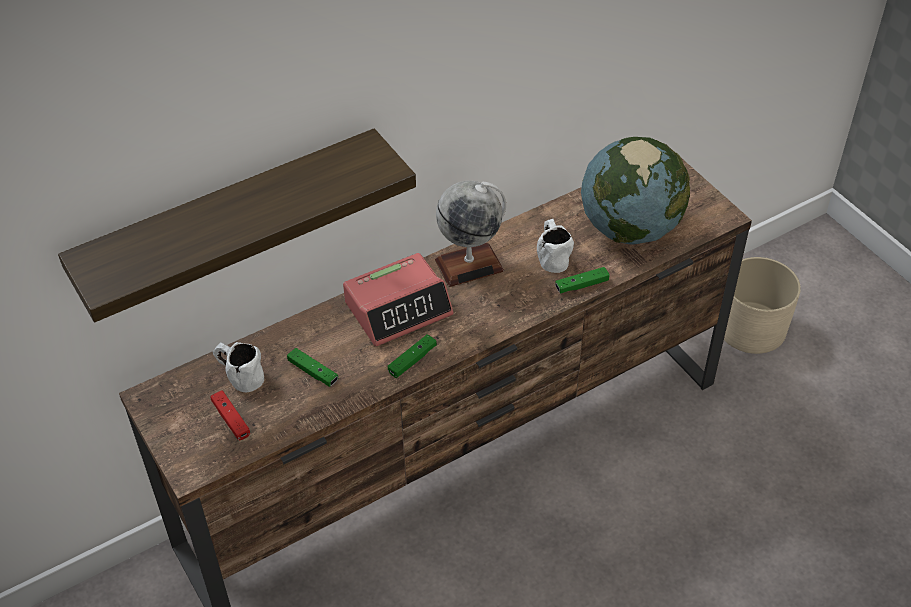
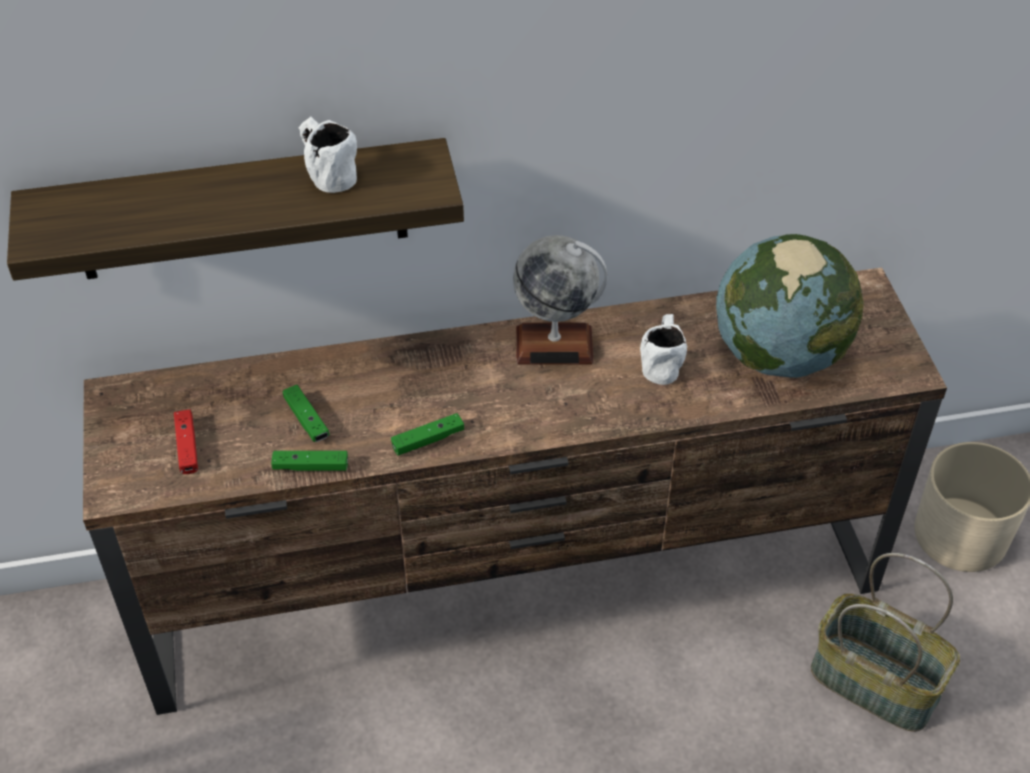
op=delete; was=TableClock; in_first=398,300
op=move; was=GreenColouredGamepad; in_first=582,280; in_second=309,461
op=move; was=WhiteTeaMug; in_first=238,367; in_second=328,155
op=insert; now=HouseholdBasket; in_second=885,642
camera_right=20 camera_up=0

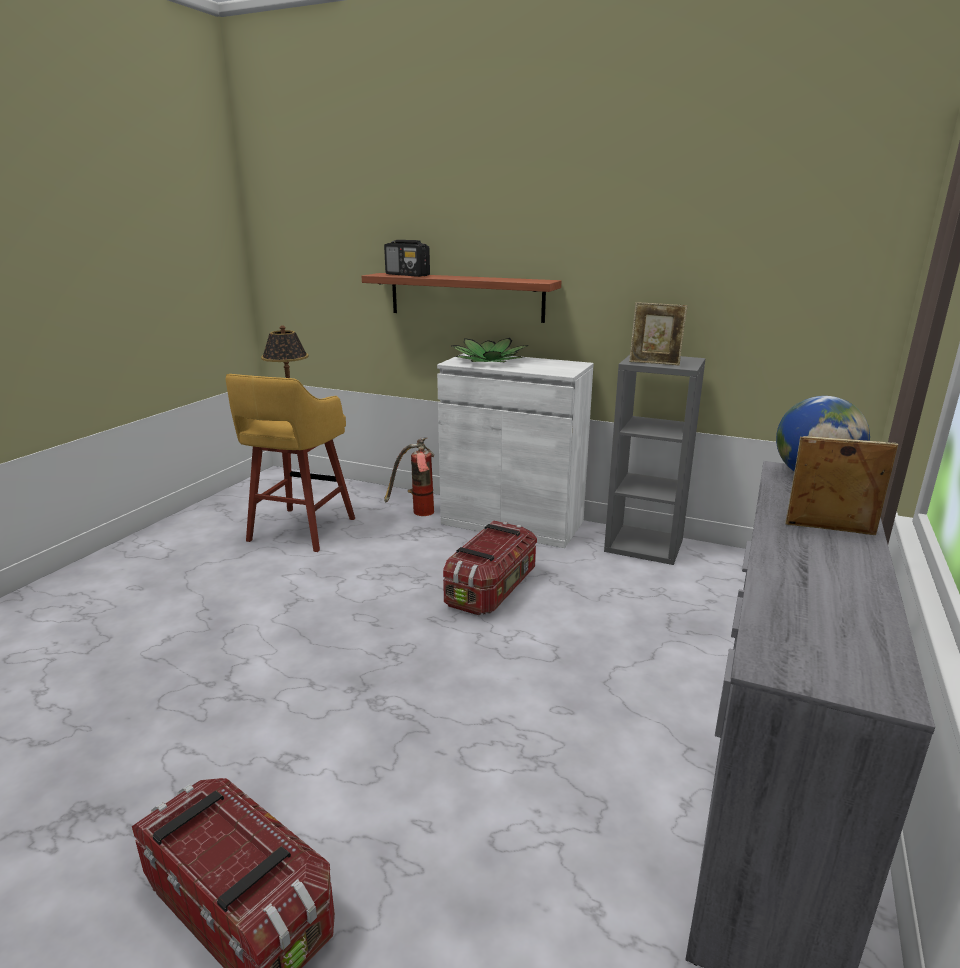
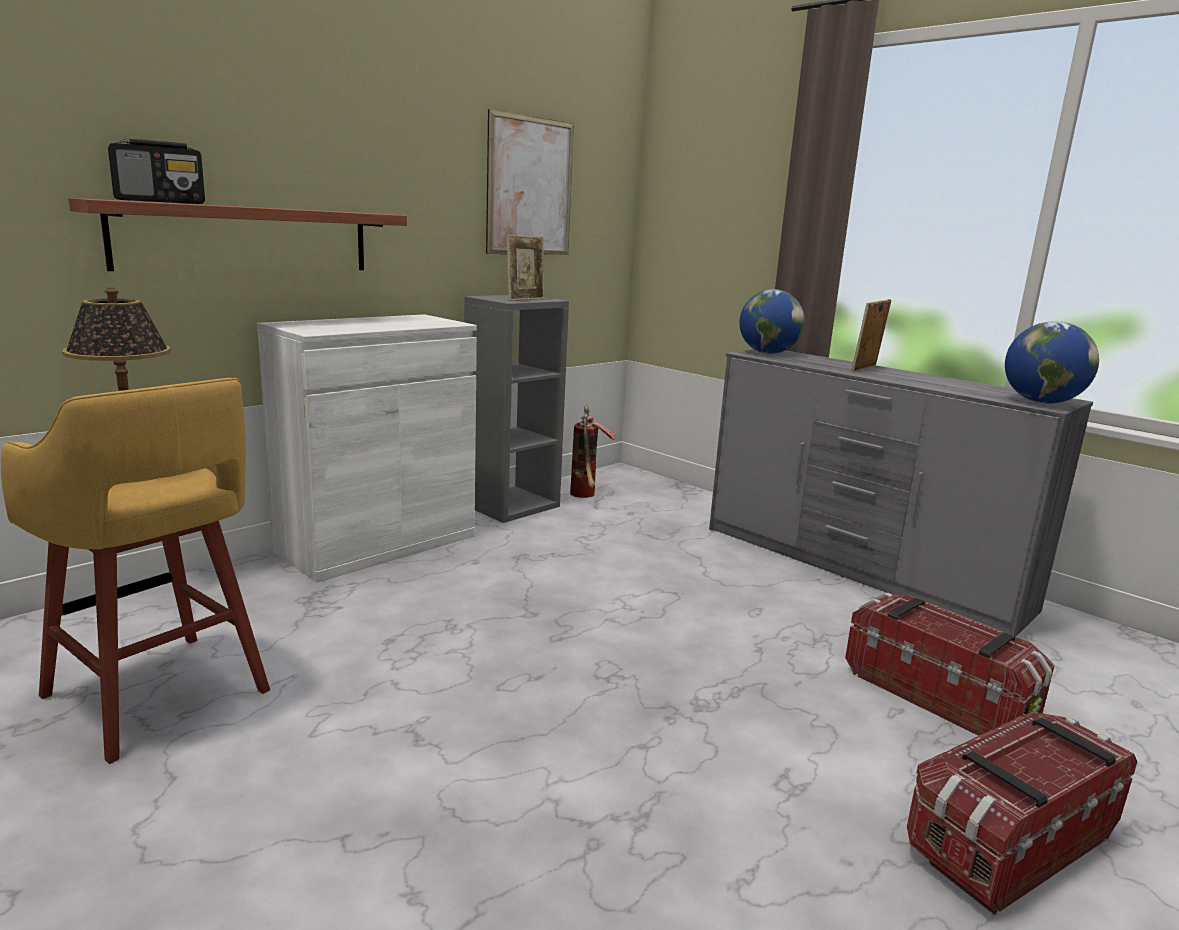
op=delete; was=PlantInAPot; in_first=489,350
op=move; was=Extinguisher; in_first=409,476; in_second=593,452
op=move; was=StorageBin; in_first=490,568; in_second=950,664
op=insert; now=Picture; in_second=530,182
op=insert; now=DeskGlobe; in_second=1052,362
camera_right=-70 camera_up=-5

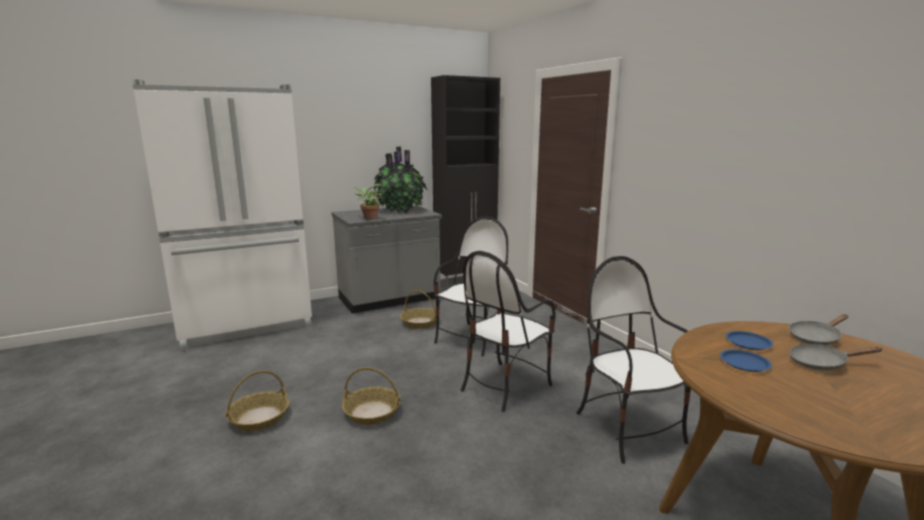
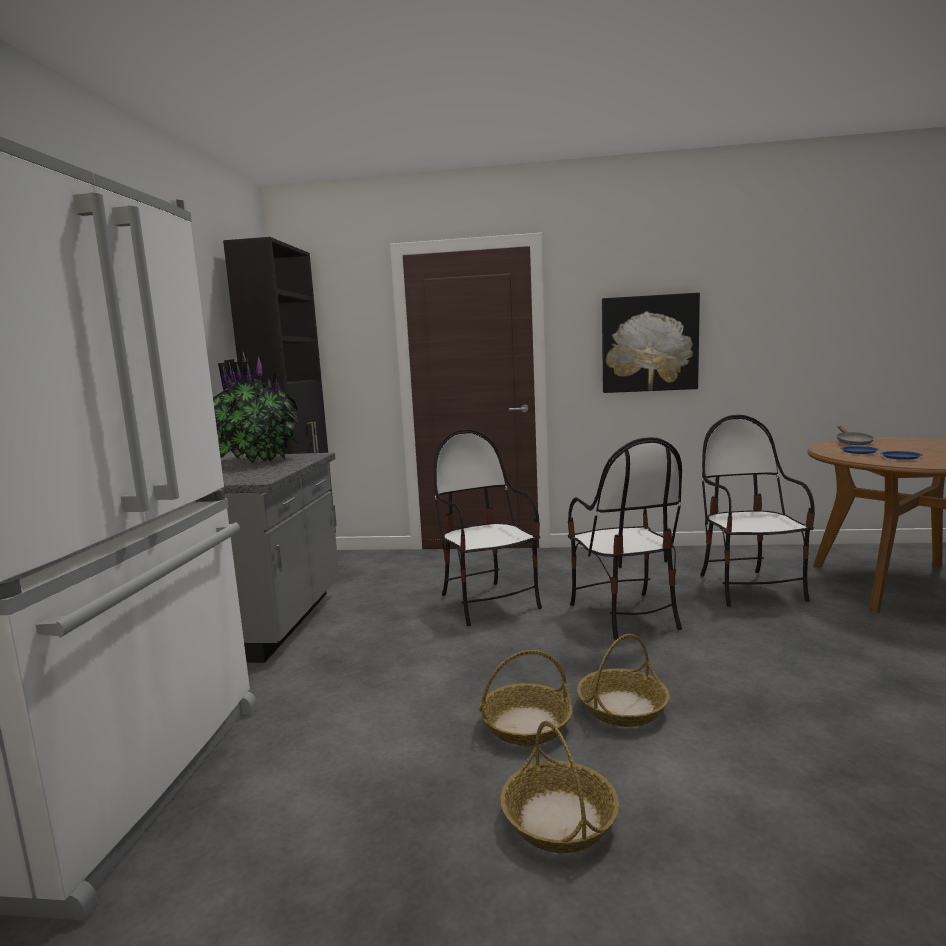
op=delete; was=PlantInAPot; in_first=369,202
op=rotate; was=Chair; in_first=633,360; in_second=757,511; clockwise=75
op=move; was=HouseholdBasket; in_first=420,309; in_second=526,698
op=delete; was=GreyishSkillet; in_first=836,357
op=insert; now=Picture; in_second=651,343
camera_right=-55 camera_up=-5

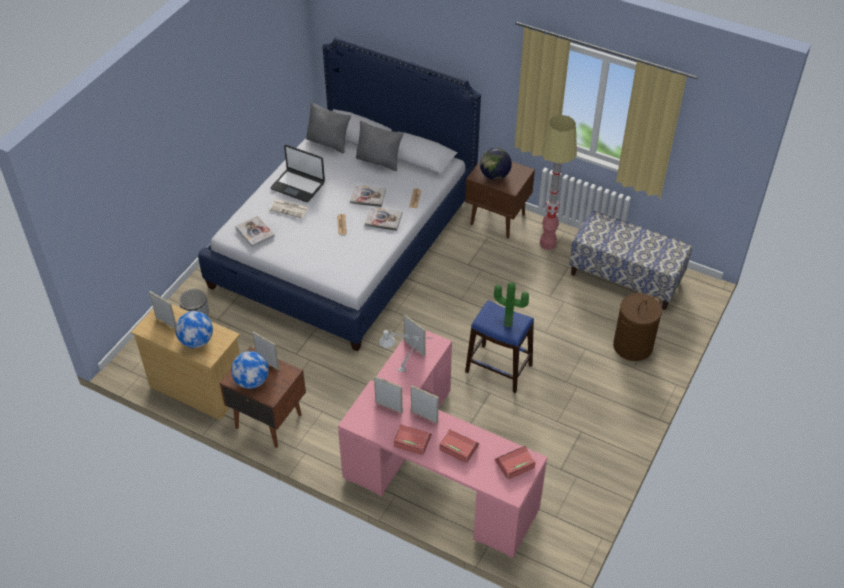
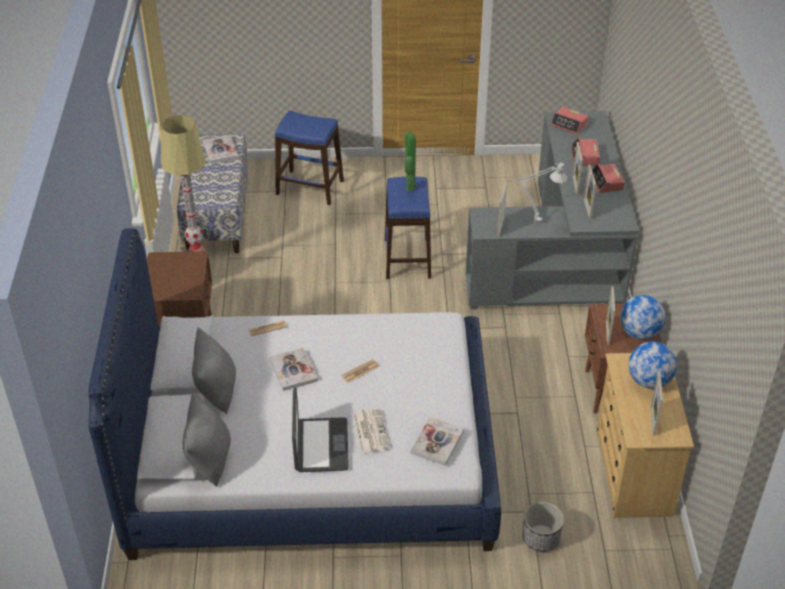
op=delete; was=DeskGlobe; in_first=496,164
op=move; was=Book; in_first=384,218; in_second=220,149
op=replace; was=BrownColouredHamper; now=BlueColouredSittingStool; in_first=637,327; in_second=309,158
op=recolor; was=PinkishDesk; now=GreyishDesk; in_first=442,444; in_second=552,210
camera_right=-120 camera_up=-5

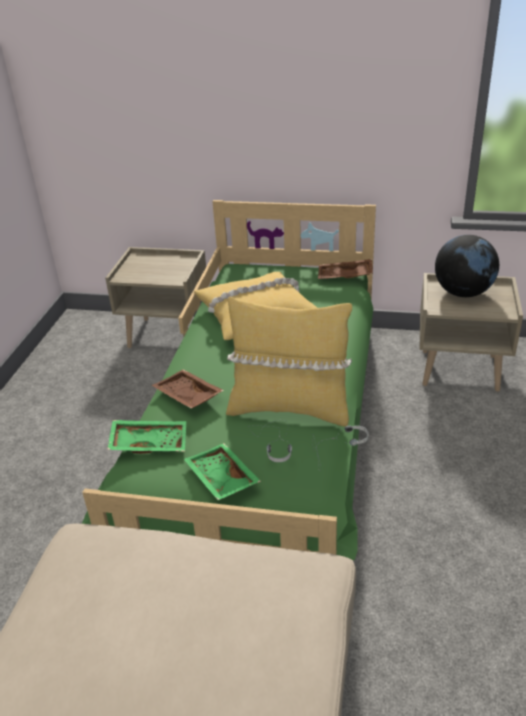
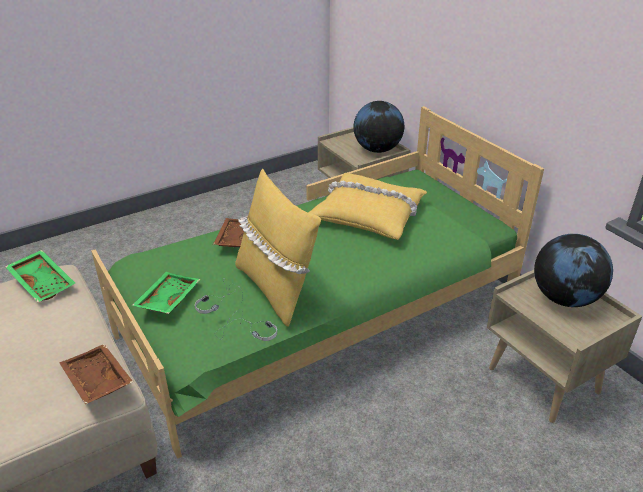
op=move; was=BrownColouredCarryingTray; in_first=345,269; in_second=96,374
op=move; was=GreenColouredCarryingTray; in_first=146,437; in_second=40,276
op=insert; now=DeskGlobe; in_second=378,127
camera_right=45 camera_up=0

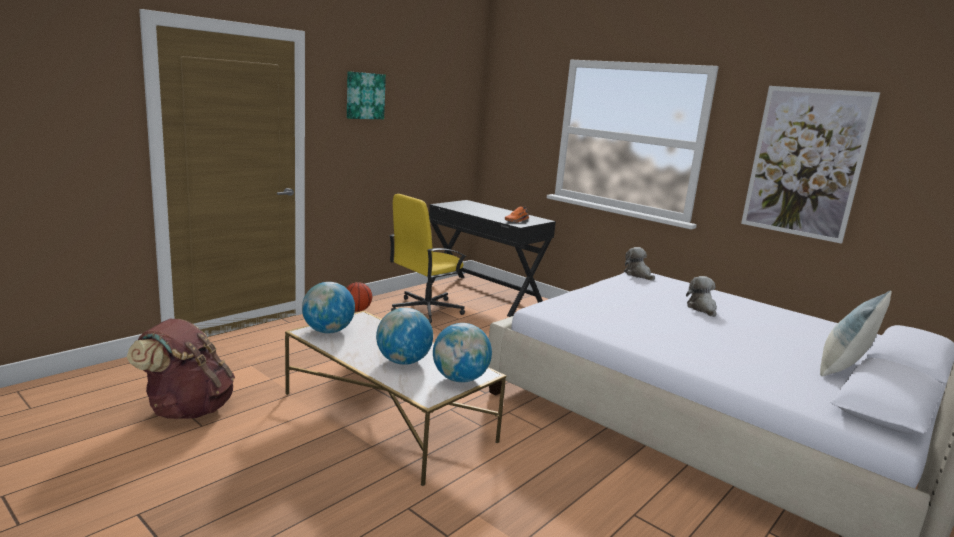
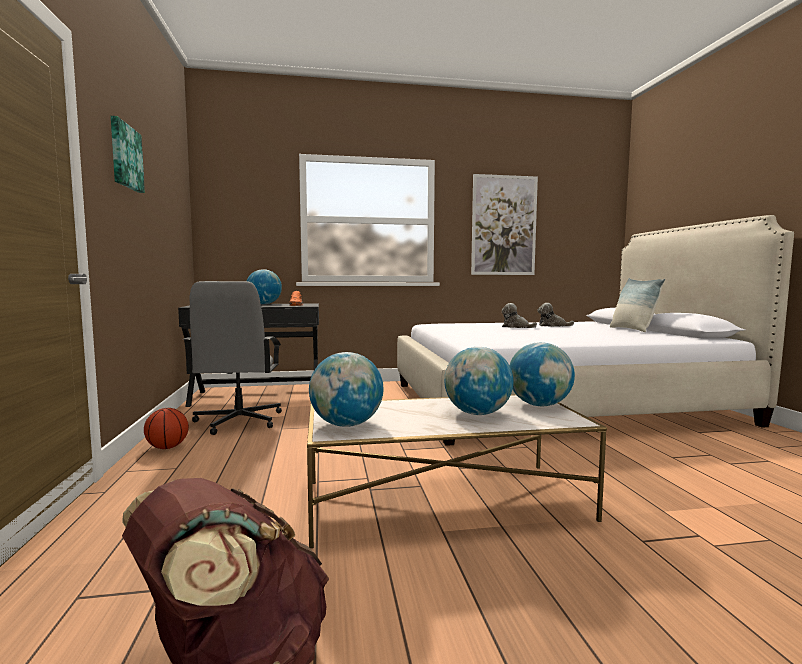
op=recolor; was=YellowColouredComputerChair; now=GreyishComputerChair; in_first=428,258; in_second=232,358
op=move; was=PlushToy; in_first=639,264; in_second=555,315
op=insert; now=DeskGlobe; in_second=264,286
camera_right=-50 camera_up=-10

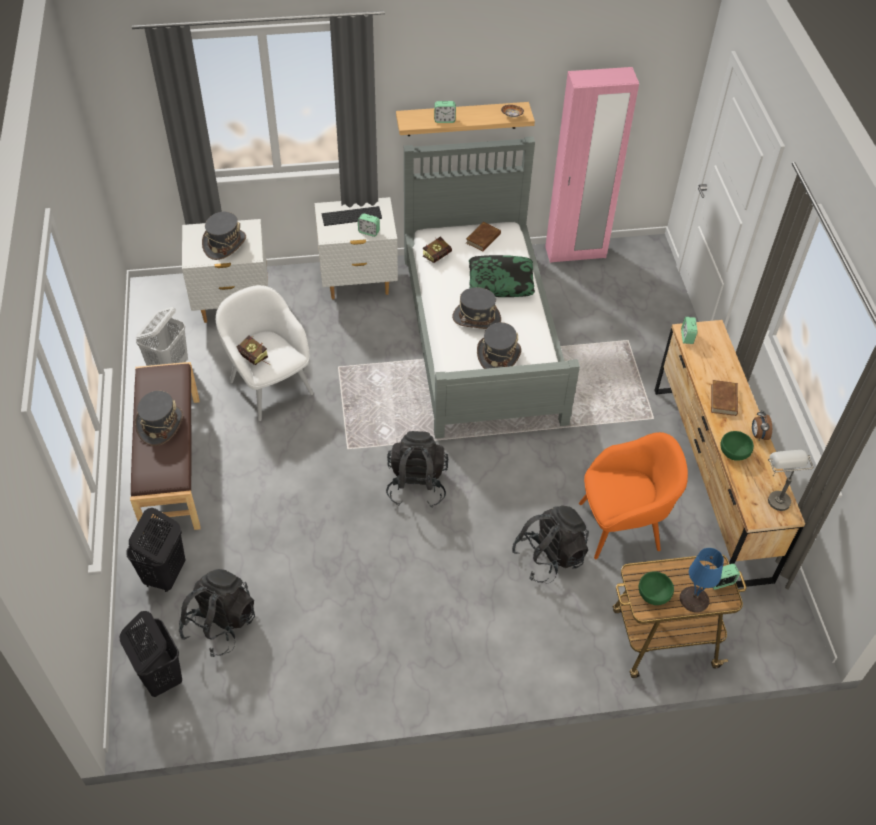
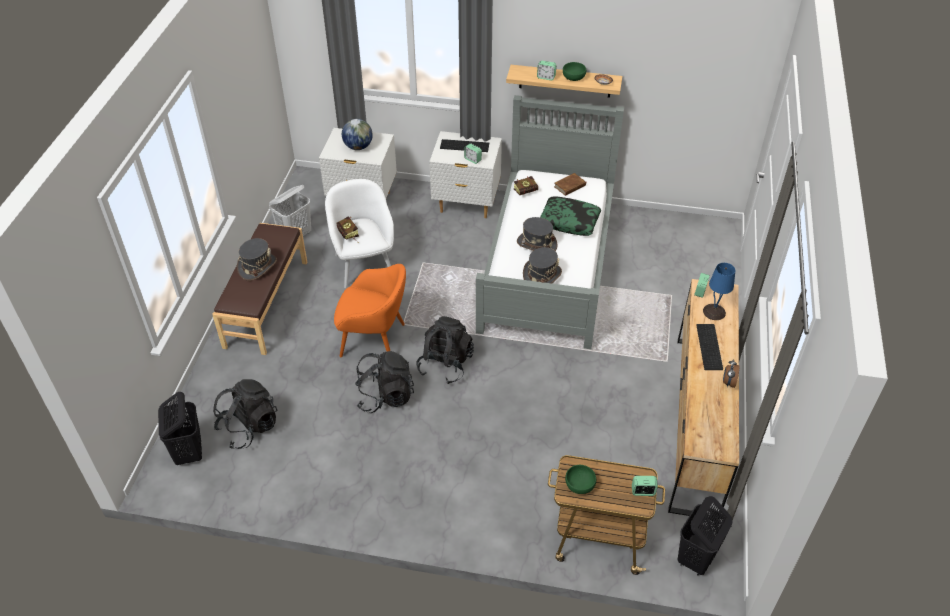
op=delete; was=PinkishClothesCupboard; in_first=592,165
op=replace; was=GreyishHat; now=DeskGlobe; in_first=224,236; in_second=357,134
op=replace; was=BrownColouredBook; now=ComputerKeyboard; in_first=724,398; in_second=709,347
op=move; was=GreenColouredServingBowl; in_first=737,446; in_second=574,71
op=move; was=OrangeArmchair; in_first=633,495; in_second=370,310
op=delete; was=GreyishTabletopLamp; in_first=790,480
op=move; was=BlackKnapsack; in_first=550,544; in_second=384,382
op=move; was=BlackHamper; in_first=155,550; in_second=705,536
op=move; was=BlueColouredTabletopLamp; in_first=702,580; in_second=719,291
camera_right=20 camera_up=-5

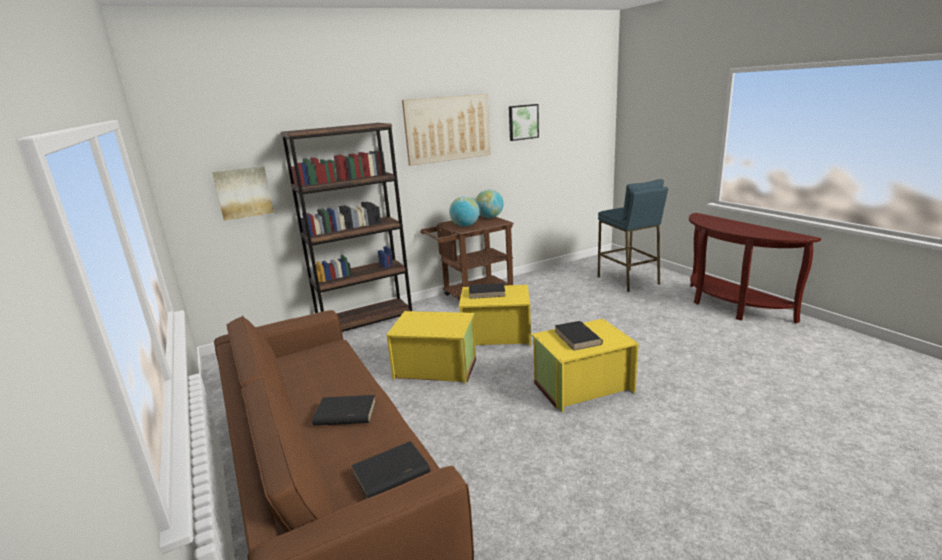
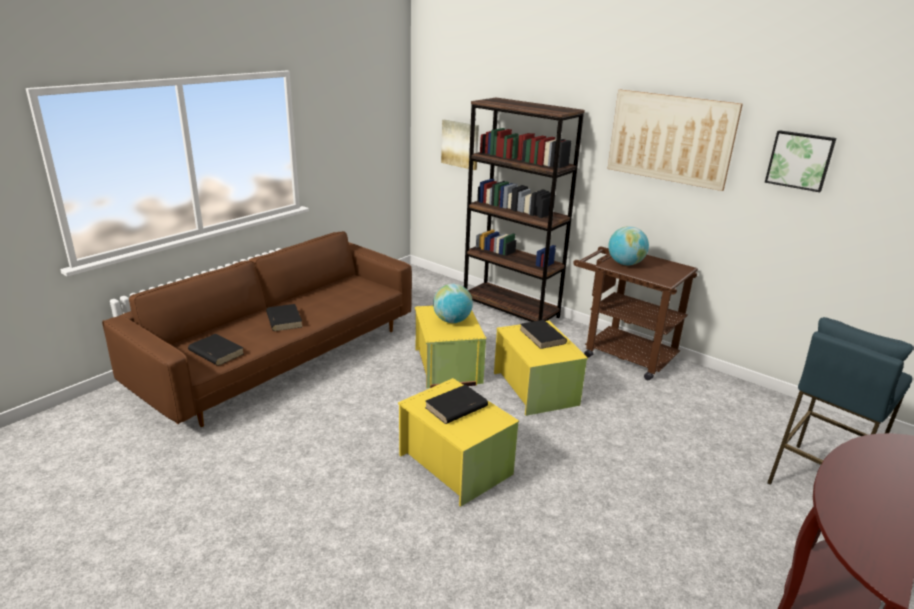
op=move; was=DeskGlobe; in_first=489,203; in_second=453,303
camera_right=65 camera_up=5

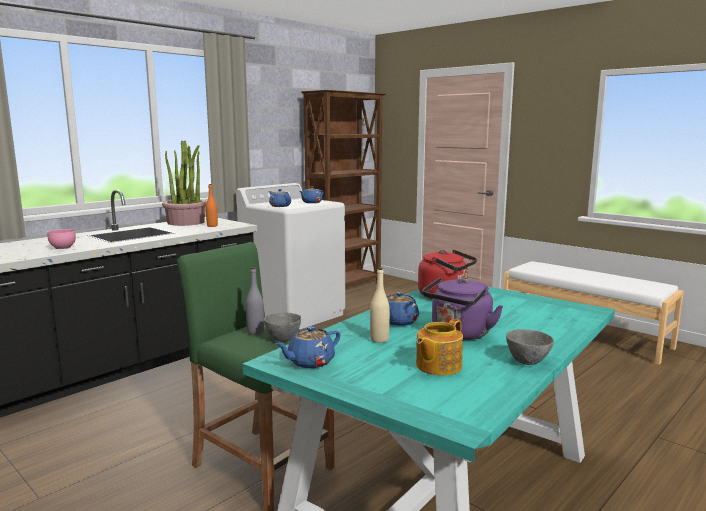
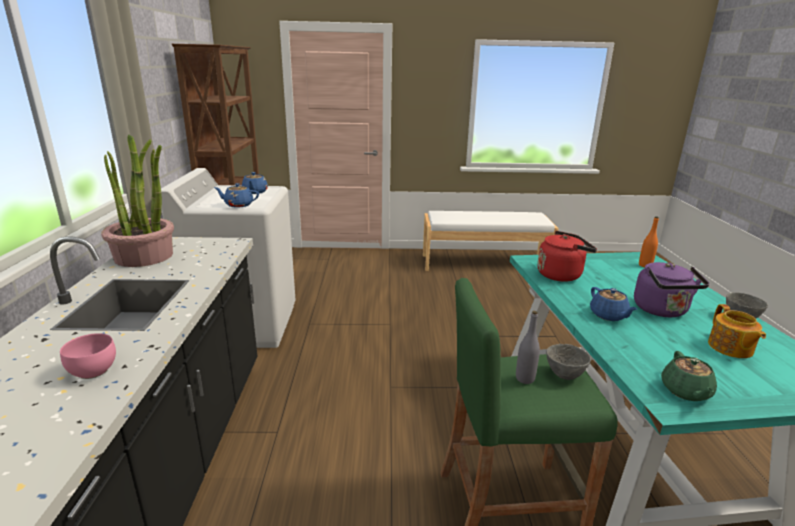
op=move; was=OrangeBottle; in_first=212,205; in_second=649,241
op=delete; was=SandColouredBottle; in_first=380,305
op=recolor; was=BlueColouredTeapot; now=GreenColouredTeapot; in_first=307,347; in_second=689,376
camera_right=-45 camera_up=10

